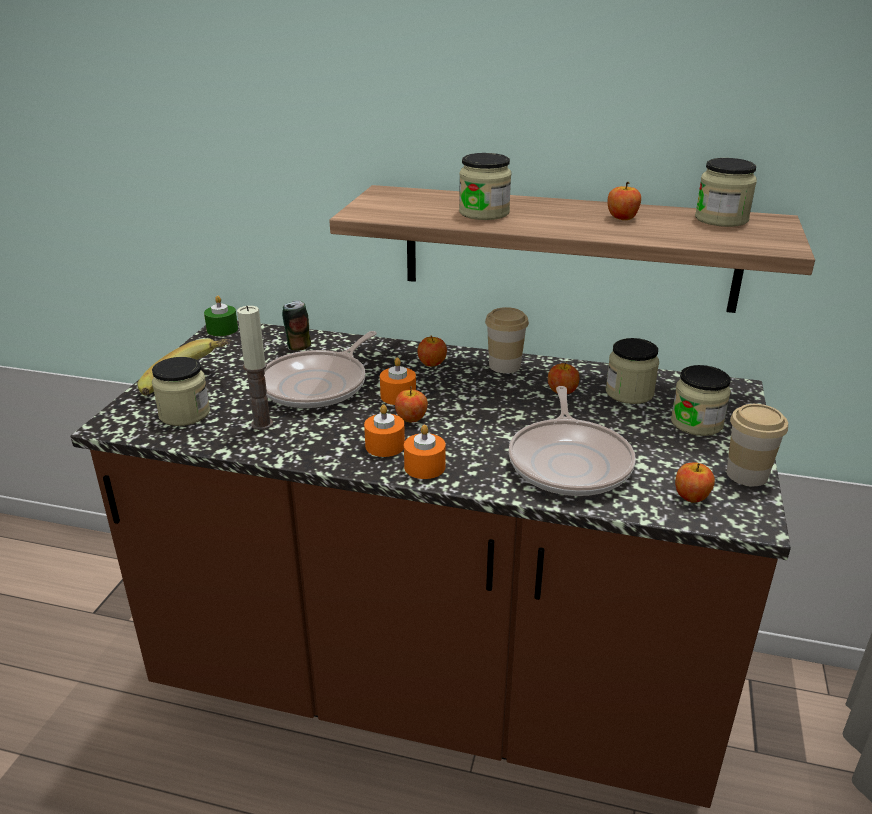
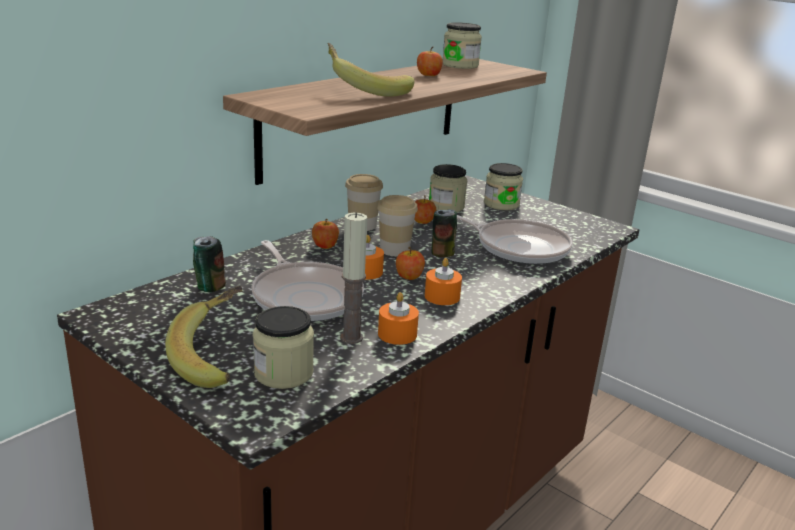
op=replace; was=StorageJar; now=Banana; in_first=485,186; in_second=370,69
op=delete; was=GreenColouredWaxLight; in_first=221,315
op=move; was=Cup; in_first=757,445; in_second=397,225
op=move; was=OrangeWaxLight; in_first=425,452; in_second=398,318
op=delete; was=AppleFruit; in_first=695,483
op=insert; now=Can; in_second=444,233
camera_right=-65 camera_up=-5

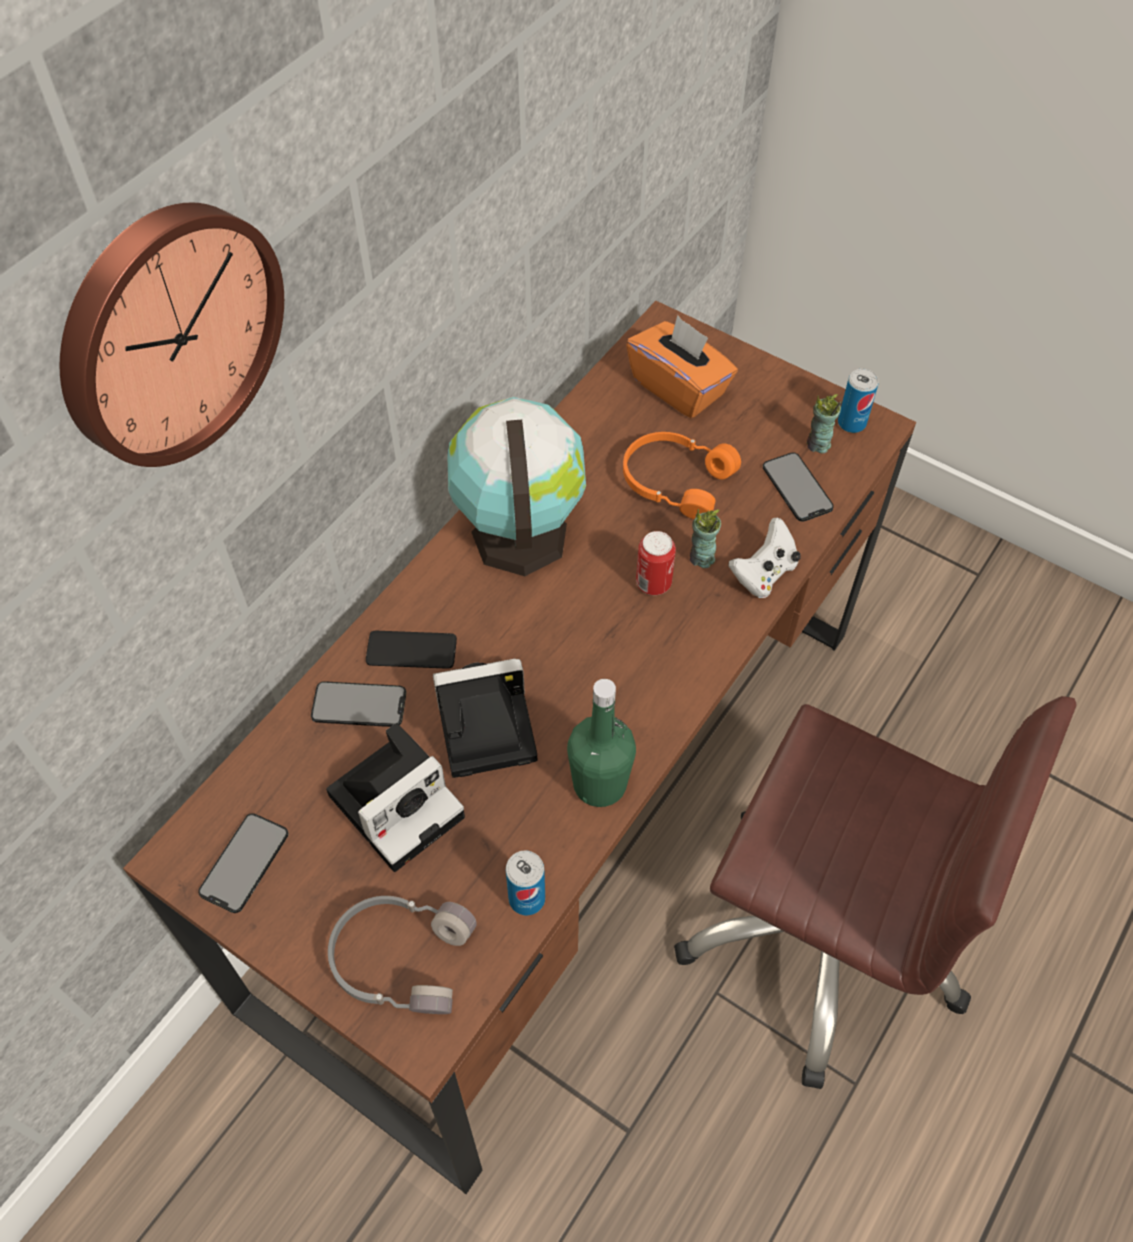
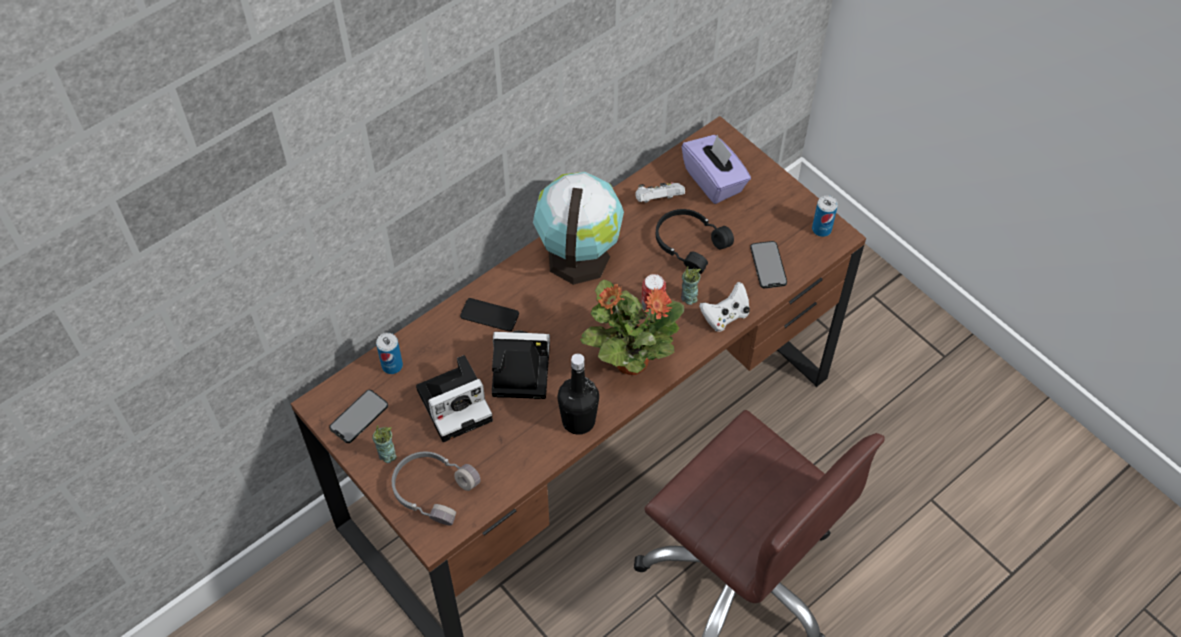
op=delete; was=ClockOnTheWall; in_first=172,334
op=recolor; was=OrangeTissueBox; now=PurplishTissueBox; in_first=682,366; in_second=716,169
op=move; was=Cup; in_first=824,423; in_second=384,444
op=recolor; was=OrangePairOfHeadphones; now=BlackPairOfHeadphones; in_first=682,475; in_second=695,241
op=recolor; was=GreenColouredBottle; now=BlackBottle; in_first=601,743; in_second=578,394
op=delete; was=Phone; in_first=358,704
op=move; was=Can; in_first=525,883; in_second=389,353
op=insert; now=WhiteGamepad; in_second=660,192
op=insert; now=PlantInAPot; in_second=632,327
camera_right=15 camera_up=0

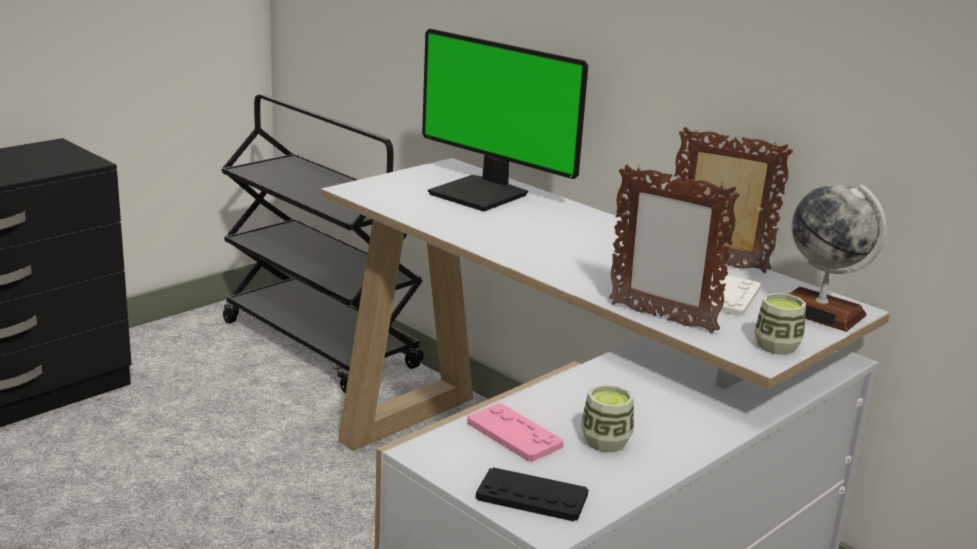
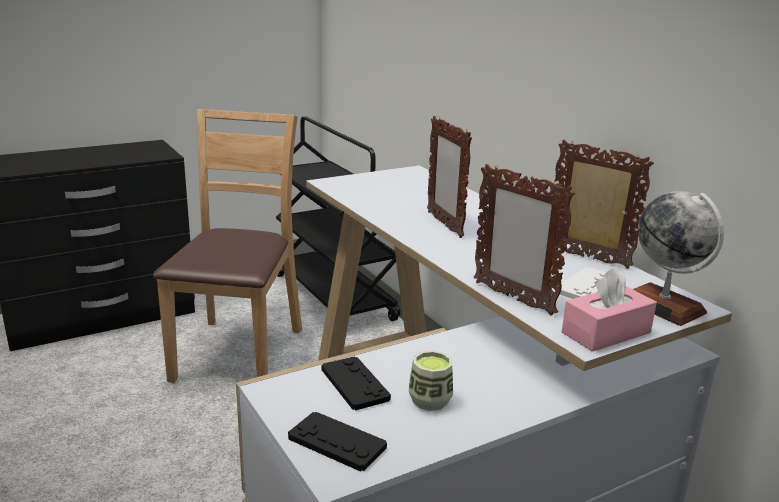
op=delete; was=ComputerScreen; in_first=505,120
op=replace; was=Cup; now=PinkishTissueBox; in_first=780,324; in_second=609,309
op=recolor; was=PinkishGamepad; now=BlackGamepad; in_first=515,432; in_second=356,383
op=insert; now=BrownColouredChair; in_second=227,246
op=insert; now=PictureFrame; in_second=449,177
camera_right=15 camera_up=0

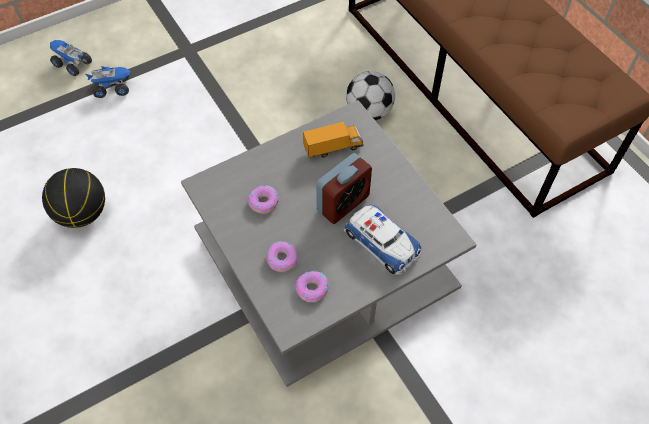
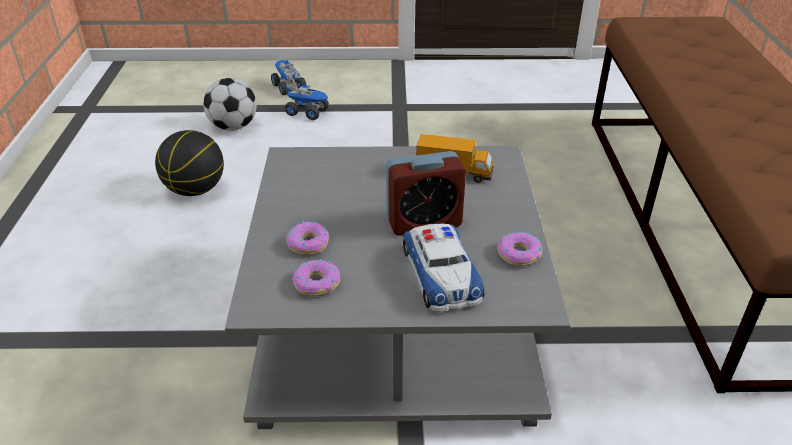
op=move; was=Football; in_first=370,95; in_second=230,104
op=move; was=Donut; in_first=263,199; in_second=519,248
camera_right=30 camera_up=-20

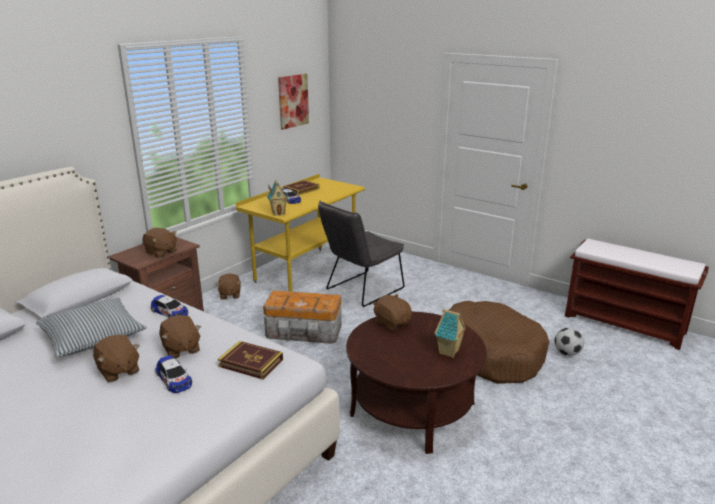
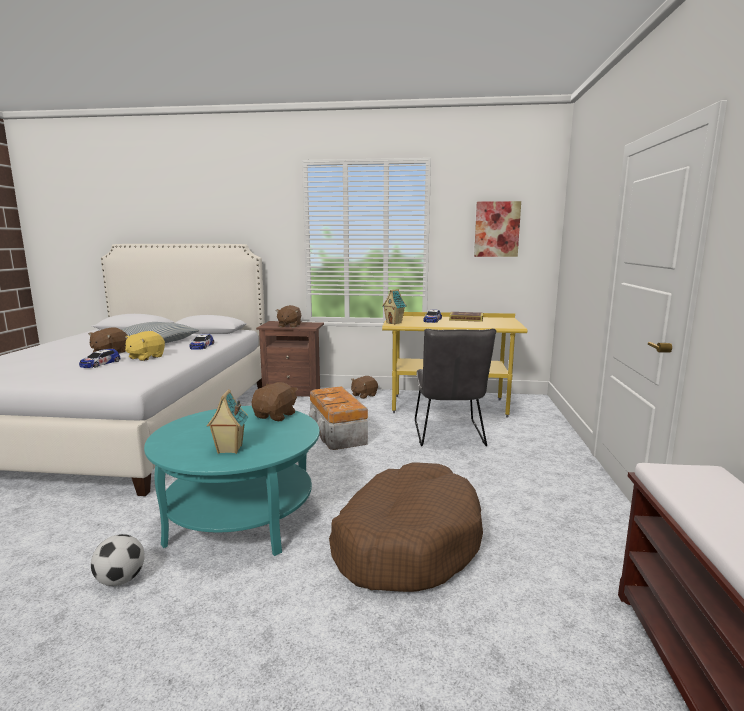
op=rotate; was=GreyishChair; in_first=361,254; in_second=455,387; clockwise=-105
op=recolor; was=BrownColouredLowTable; now=BlueGreenLowTable; in_first=416,383; in_second=232,481
op=recolor; was=BrownColouredPlushToy; now=YellowColouredPlushToy; in_first=180,337; in_second=145,346
op=move; was=Football; in_first=569,342; in_second=118,560
op=delete; was=Book; in_first=250,360
camera_right=60 camera_up=-10

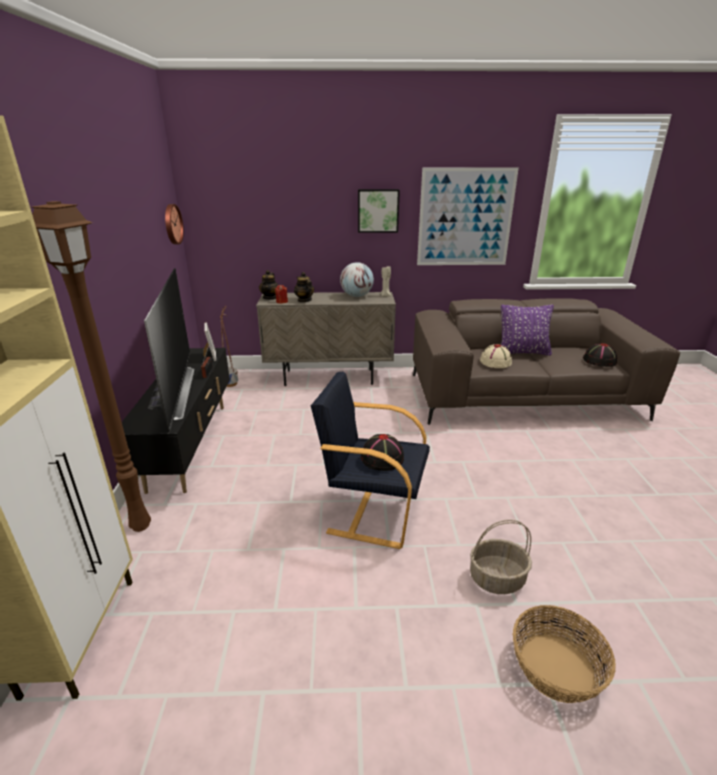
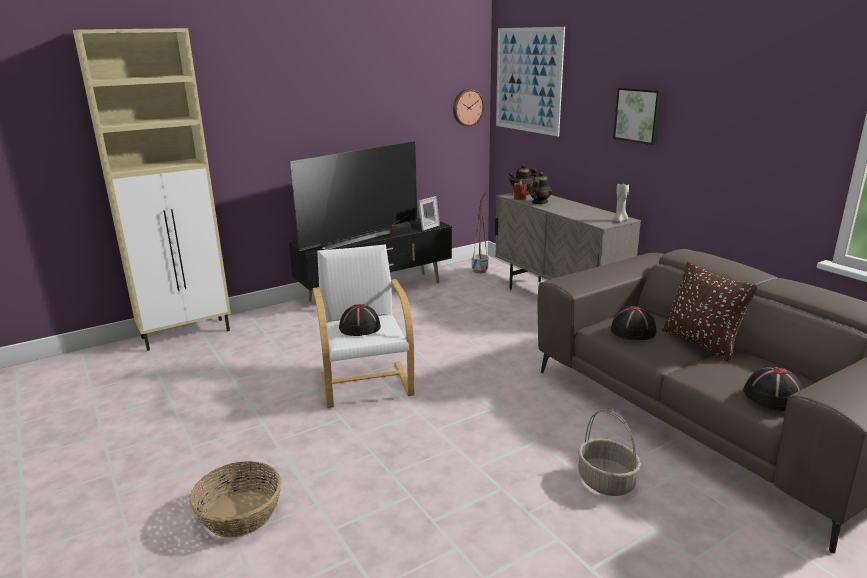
op=move; was=Picture; in_first=468,216; in_second=530,81
op=delete; was=BrownColouredFloorLamp; in_first=91,366
op=delete; was=DeskGlobe; in_first=357,279
op=recolor; was=PurplishThrowPillow; now=BrownColouredThrowPillow; in_first=527,330; in_second=710,312
op=recolor; was=SandColouredHat; now=BlackHat; in_first=496,356; in_second=633,323
op=recolor; was=BlackArmchair; now=WhiteArmchair; in_first=370,460; in_second=364,326
op=move; was=HouseholdBasket; in_first=501,557; in_second=609,452
camera_right=60 camera_up=-5

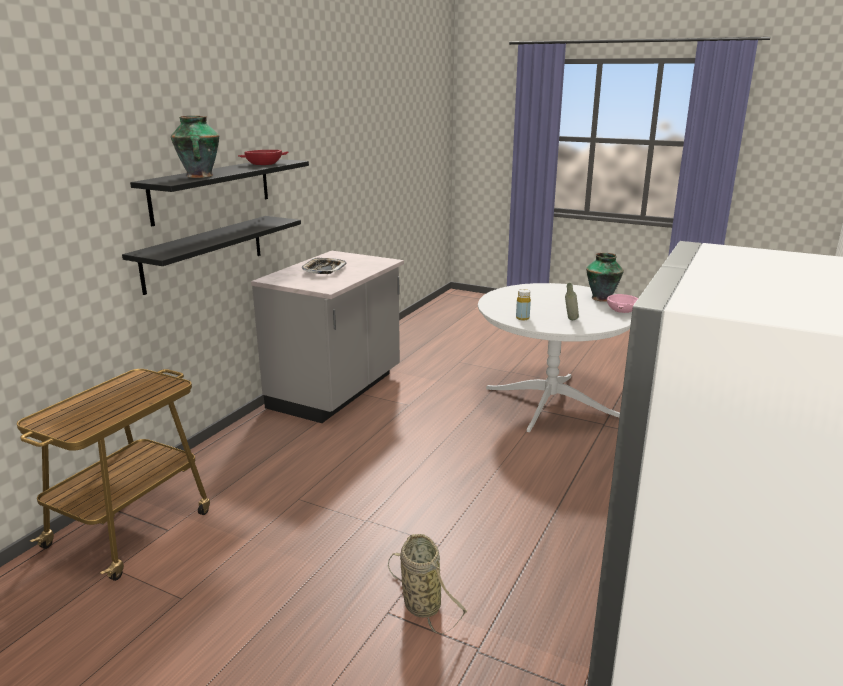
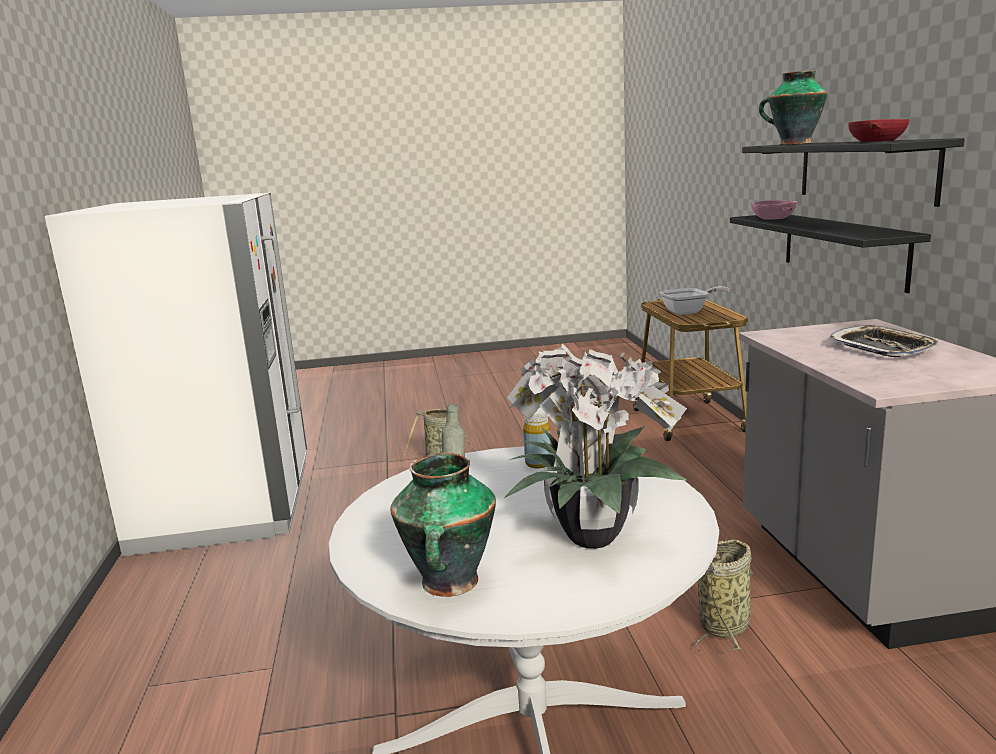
op=move; was=PinkishServingBowl; in_first=622,303; in_second=774,210
op=insert; now=Skillet; in_second=694,300
op=insert; now=PlantInAPot; in_second=595,446
op=insert; now=HouseholdBasket; in_second=725,596
camera_right=145 camera_up=-5

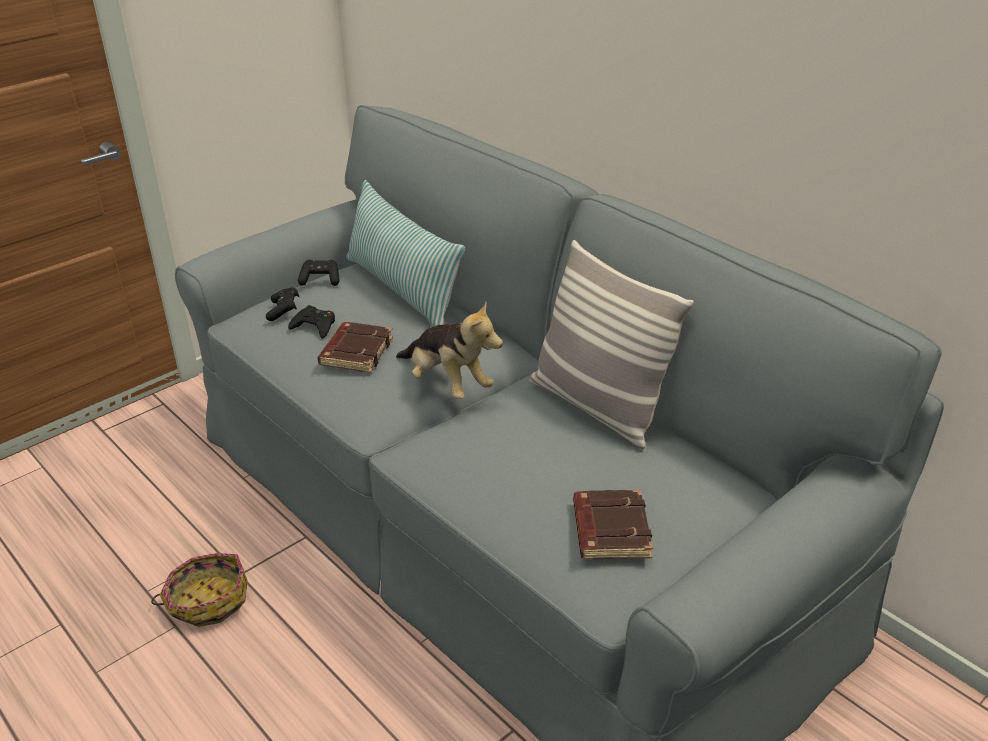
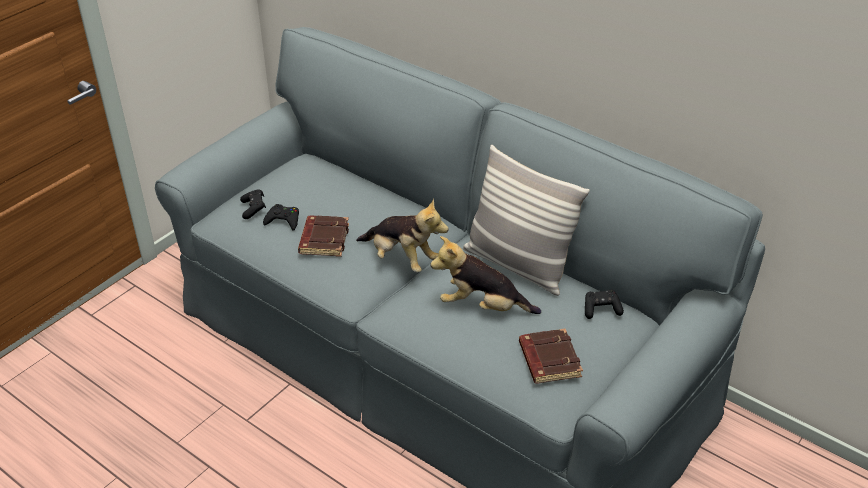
op=delete; was=ThrowPillow; in_first=405,253
op=move; was=BlackGamepad; in_first=318,273; in_second=604,304
op=delete; was=HouseholdBasket; in_first=199,590
op=insert; now=PlushToy; in_second=486,275
camera_right=-10 camera_up=5

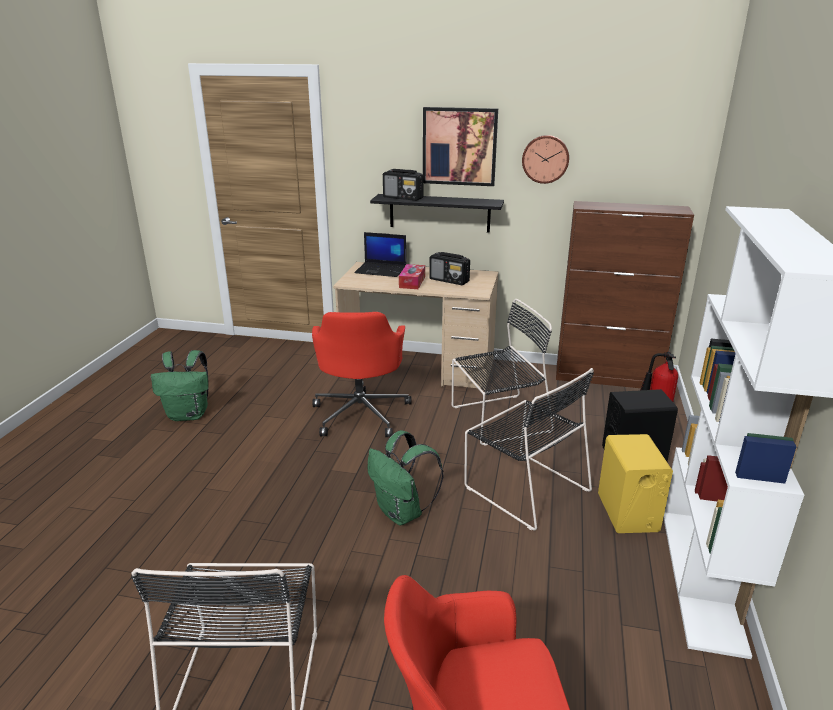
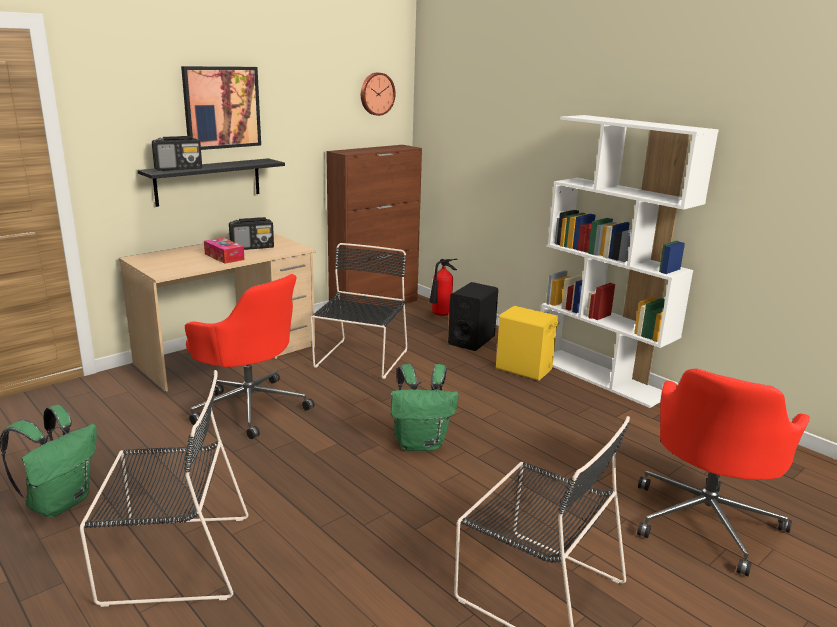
op=move; was=ClockOnTheWall; in_first=545,159; in_second=378,94
op=delete; was=PortableComputer; in_first=380,254
op=move; was=BlackChair; in_first=529,449; in_second=164,488
camera_right=-55 camera_up=-5

